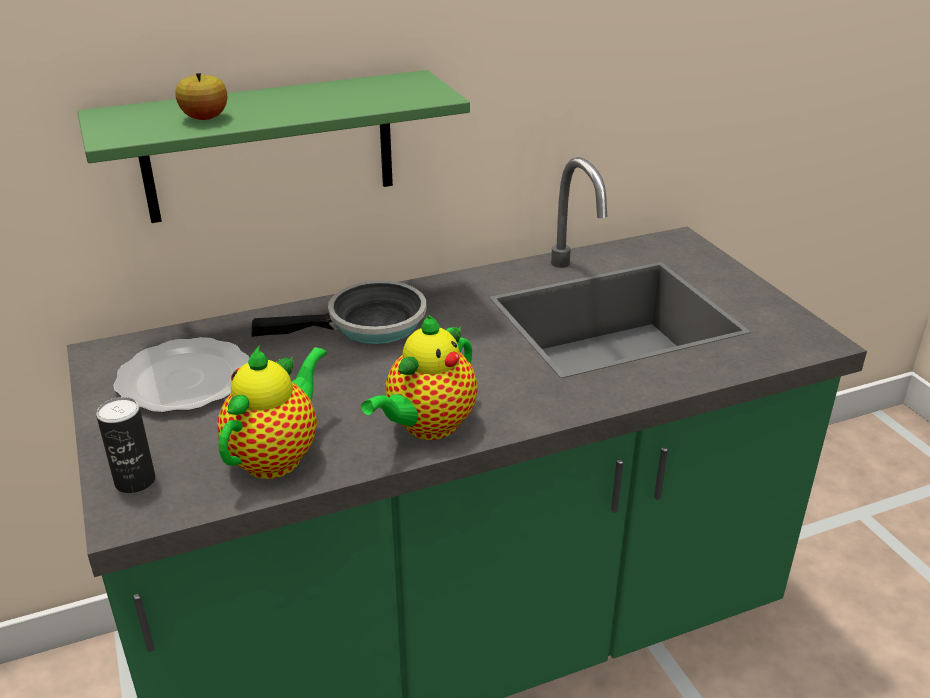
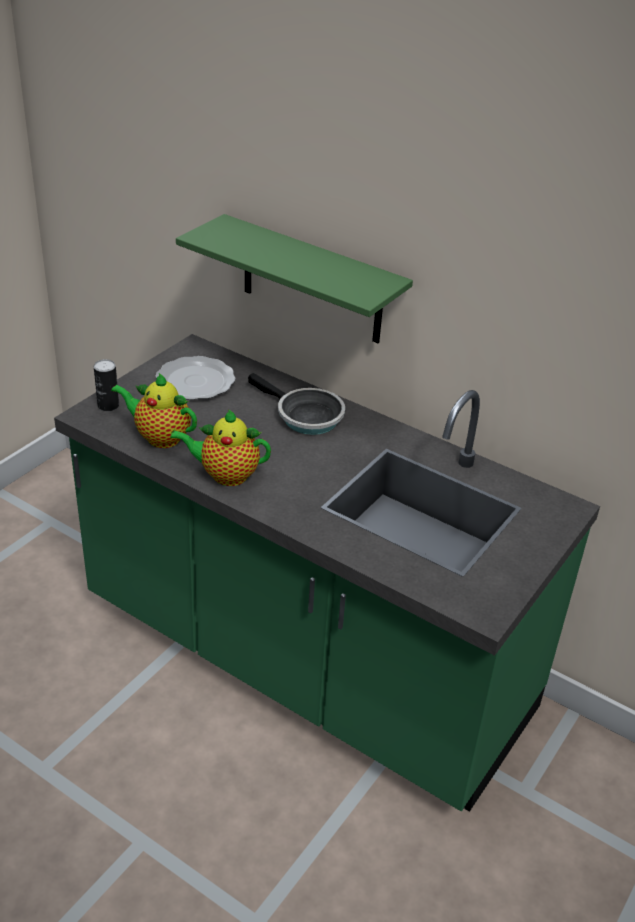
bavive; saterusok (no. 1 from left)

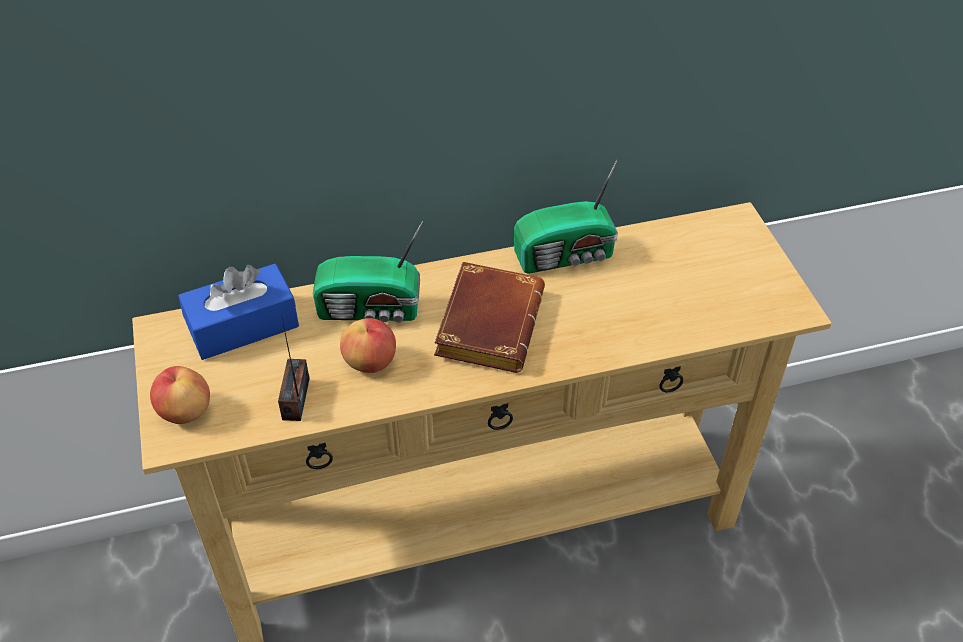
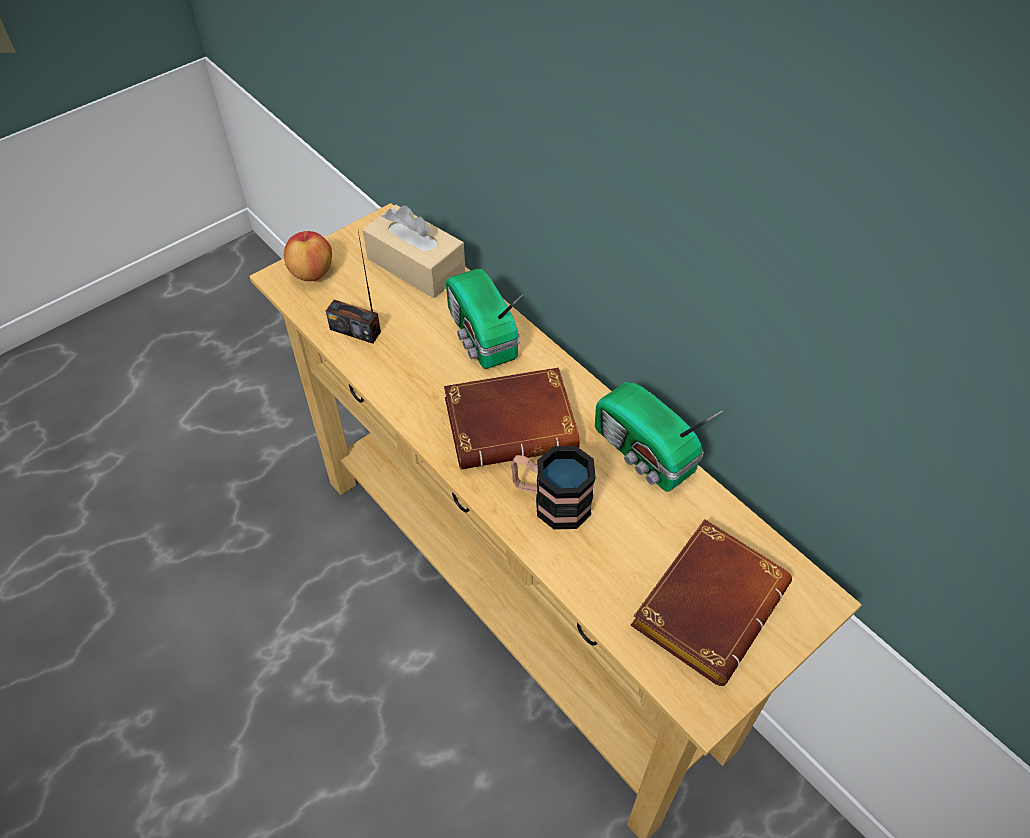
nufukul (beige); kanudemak (no. 1 from left); bavive (no. 2 from left in the first image); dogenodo; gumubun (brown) (no. 2 from left)

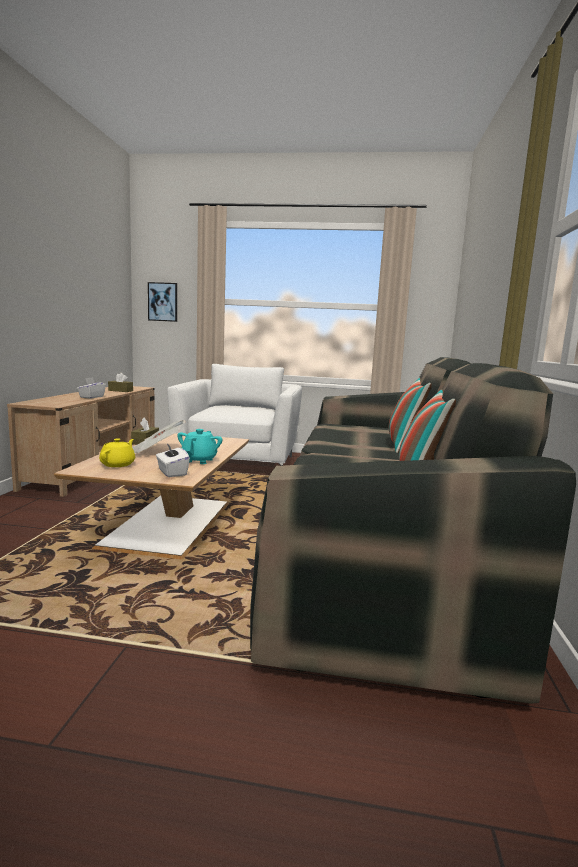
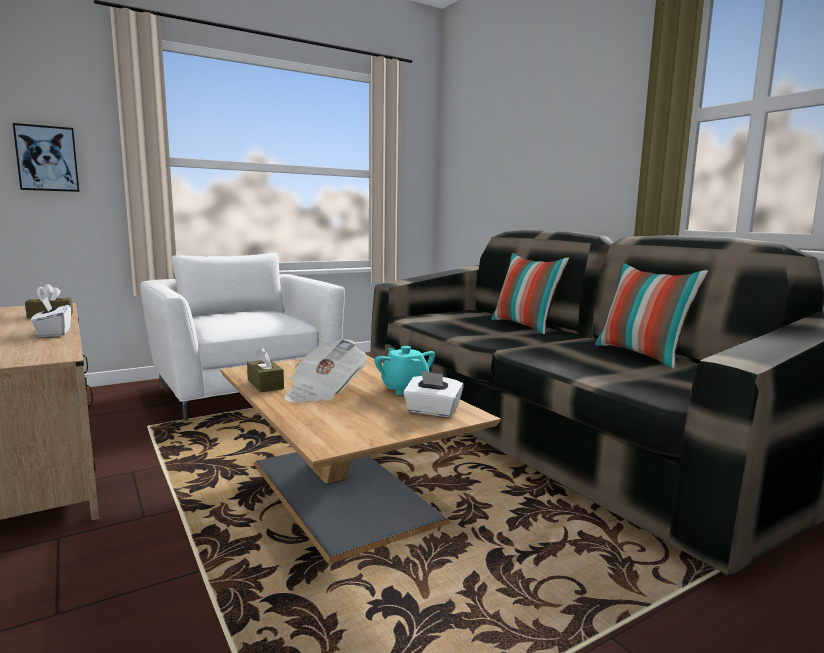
saterusok (yellow)

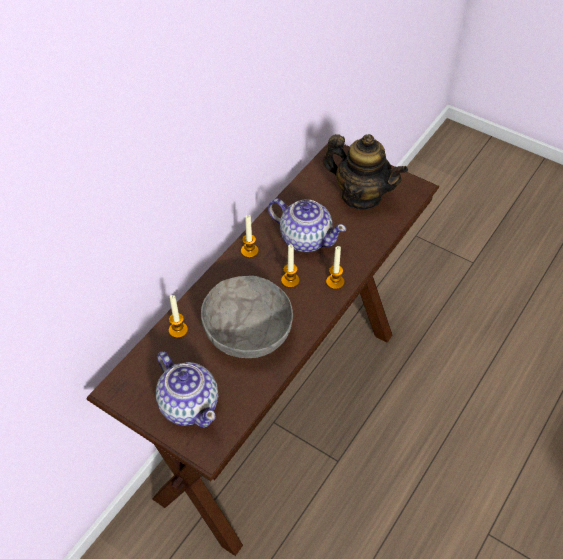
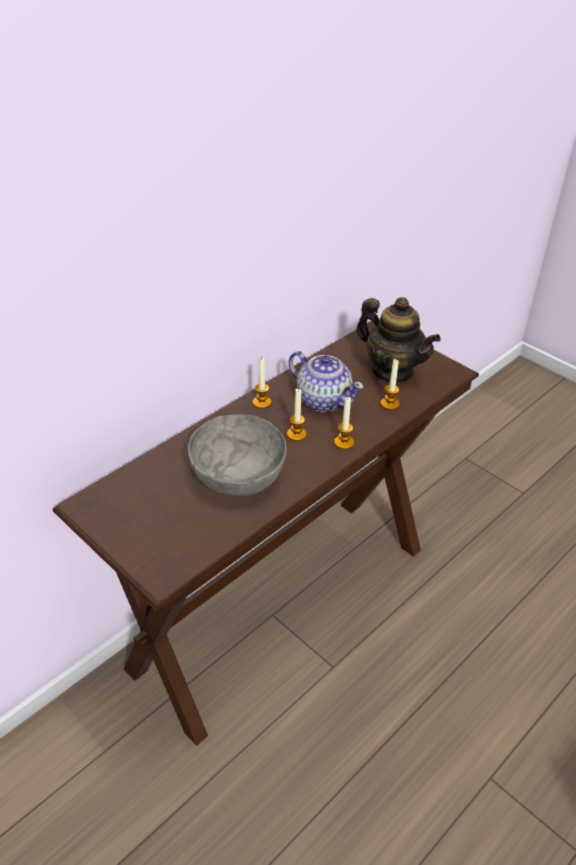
saterusok (no. 1 from left in the first image); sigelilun (no. 4 from left)

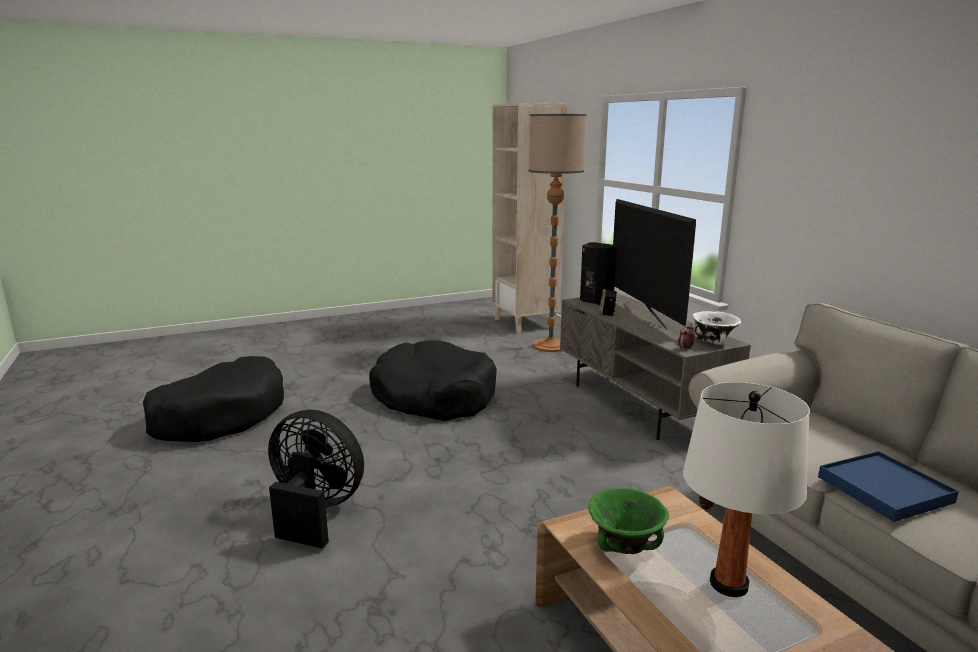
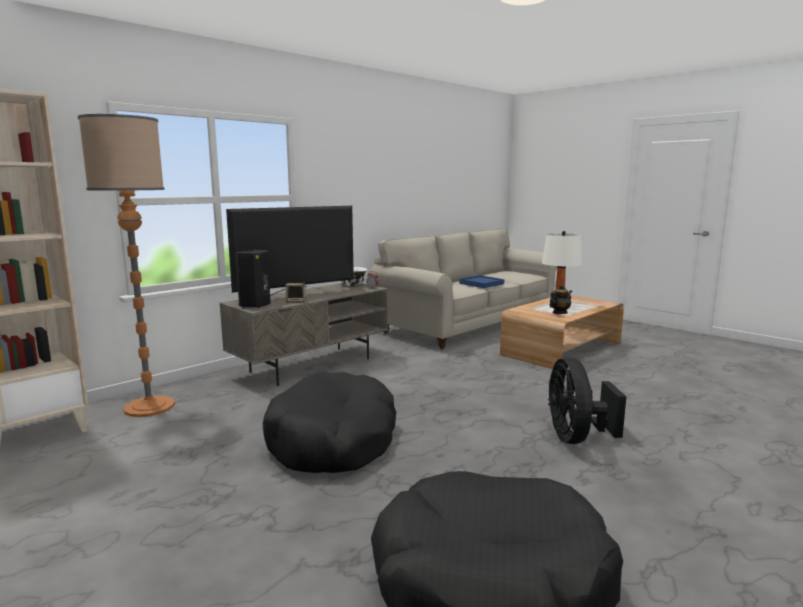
saterusok

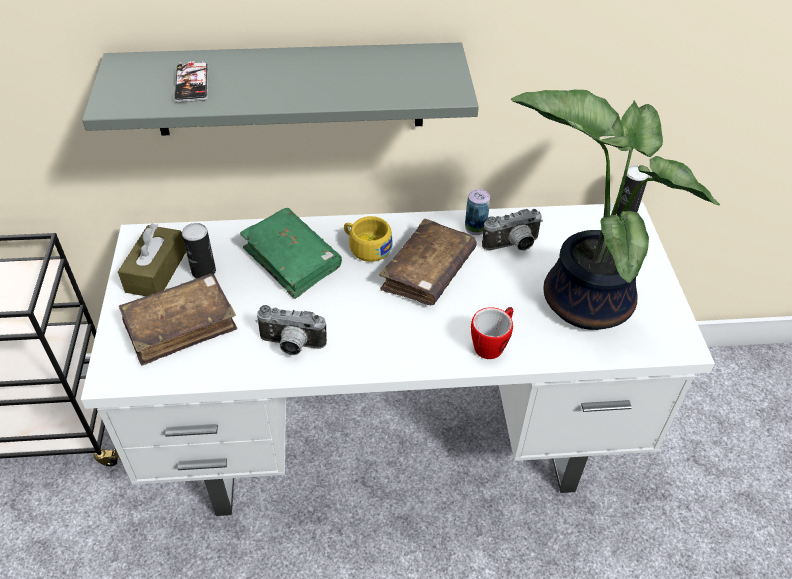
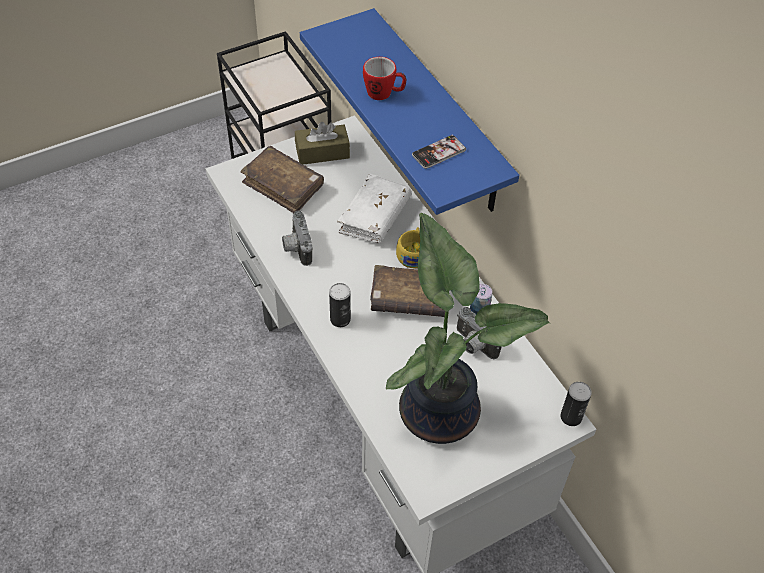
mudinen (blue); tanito; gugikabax (no. 1 from left); gumubun (white); dogenodo

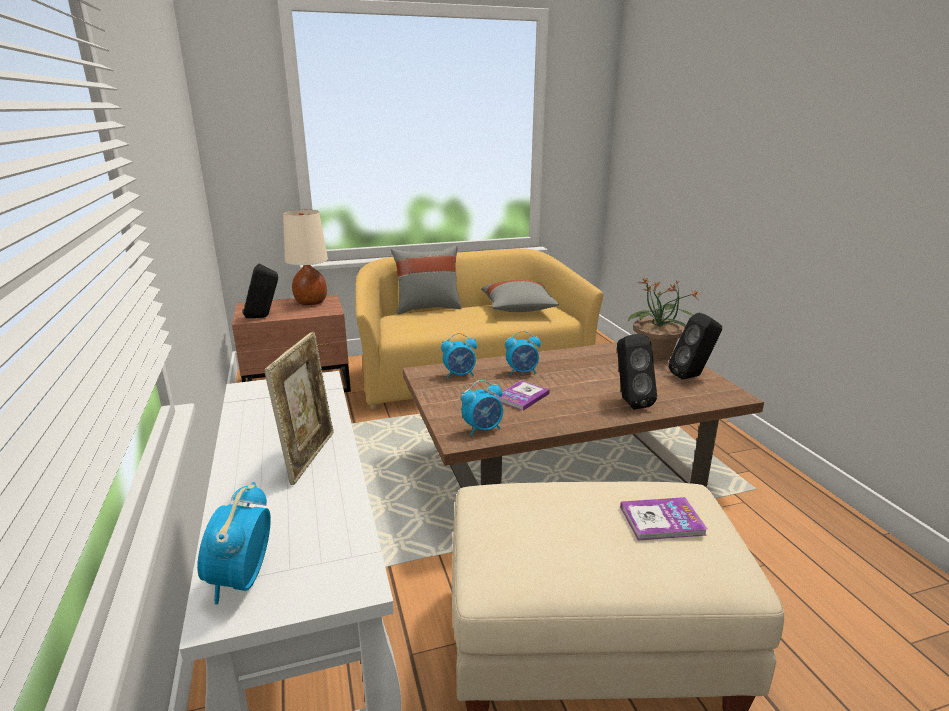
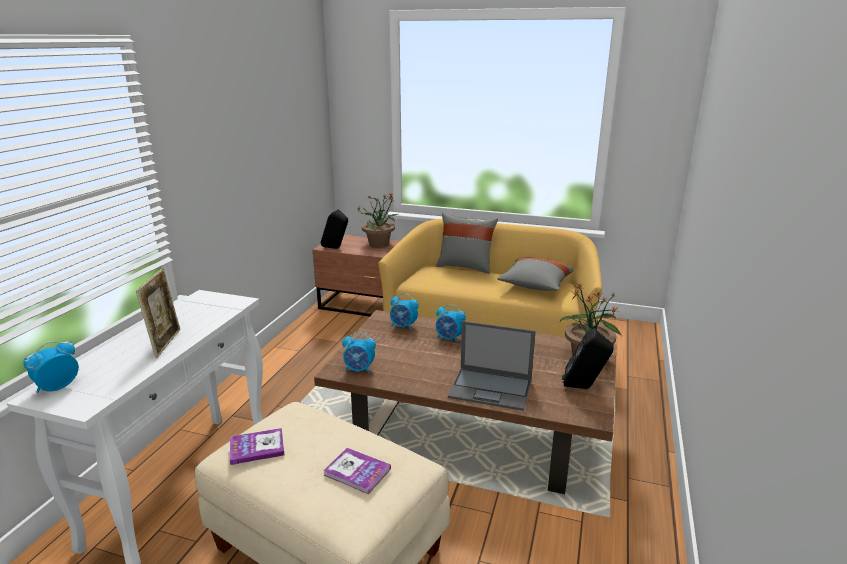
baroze; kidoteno (no. 1 from left); gumubun (no. 1 from left); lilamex

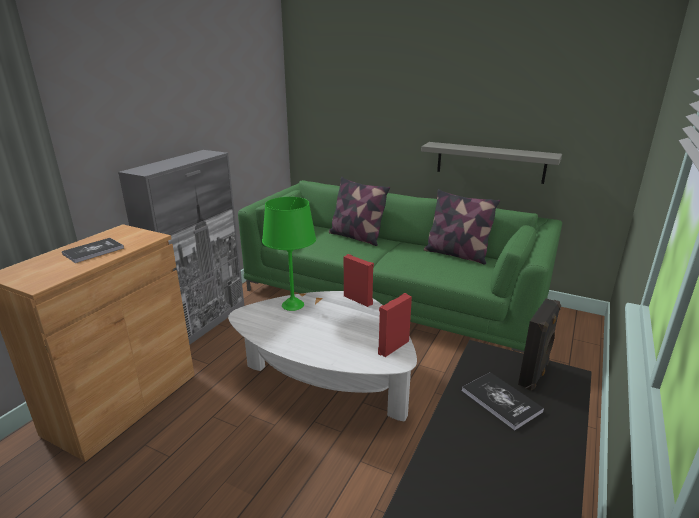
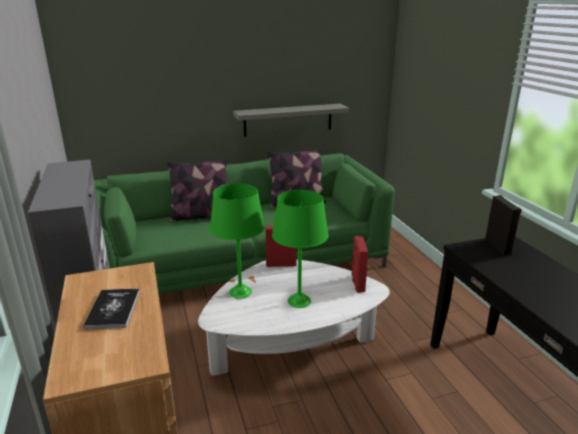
gumubun (no. 2 from left in the first image); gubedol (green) (no. 2 from left)

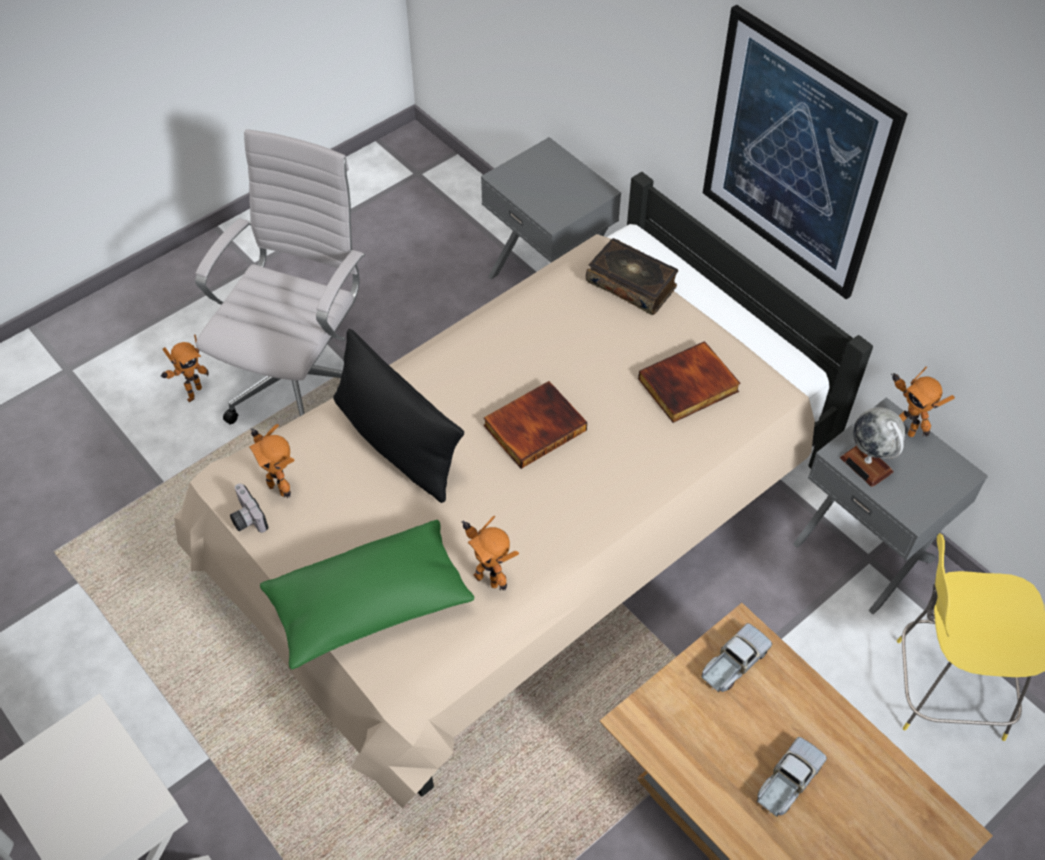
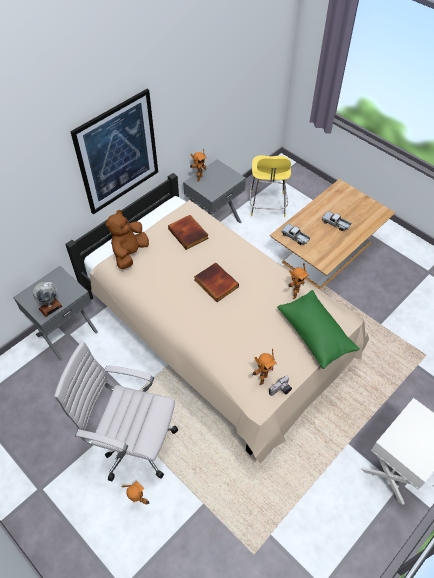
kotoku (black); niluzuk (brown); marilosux

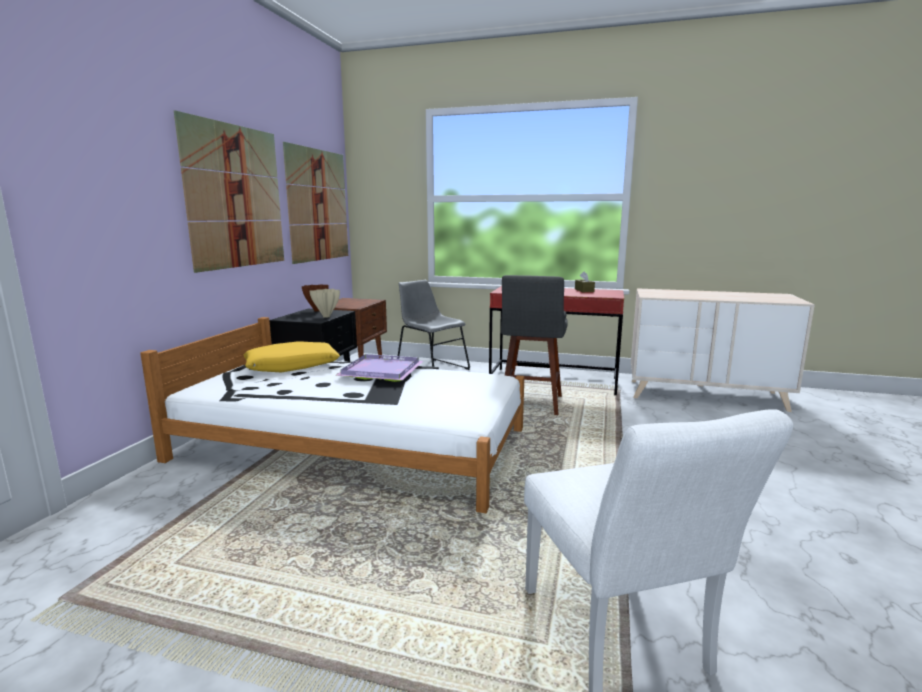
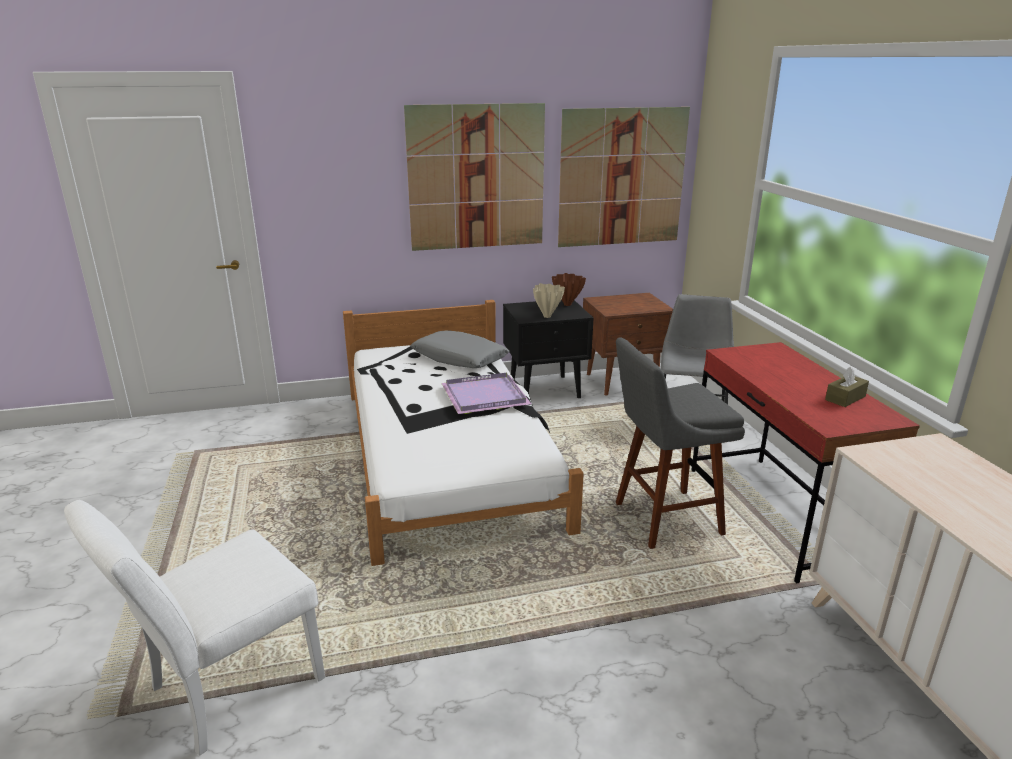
kotoku (grey)

